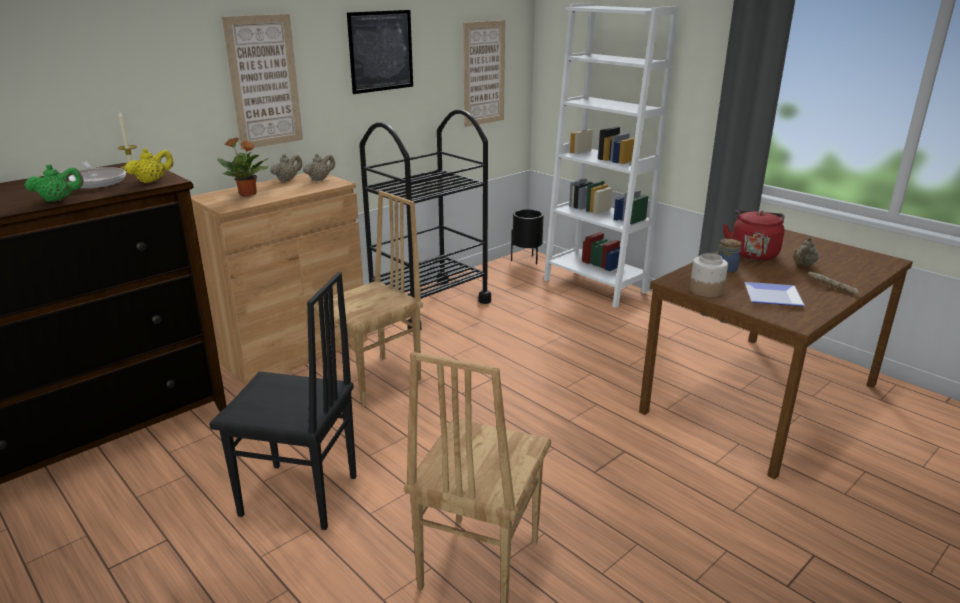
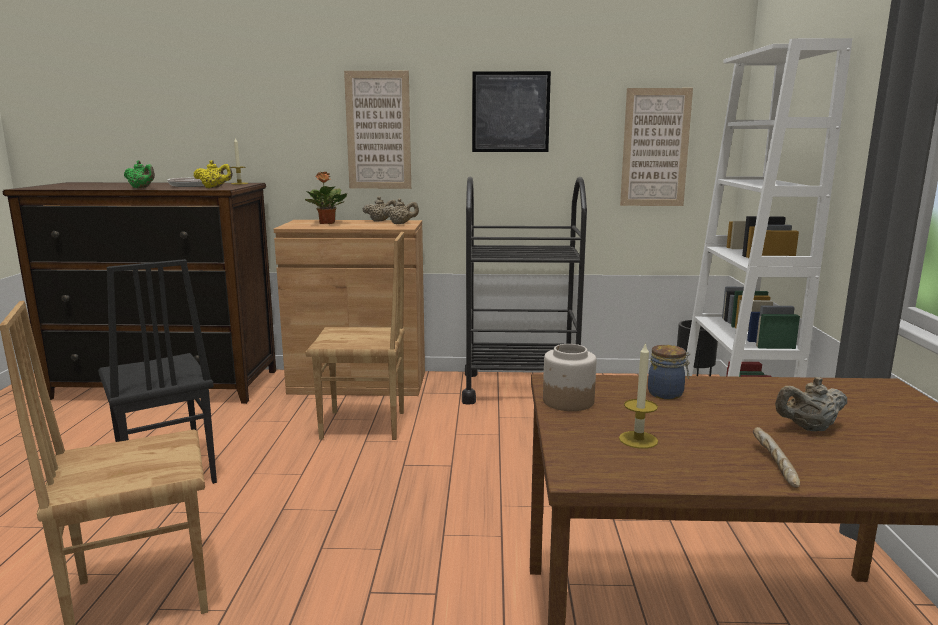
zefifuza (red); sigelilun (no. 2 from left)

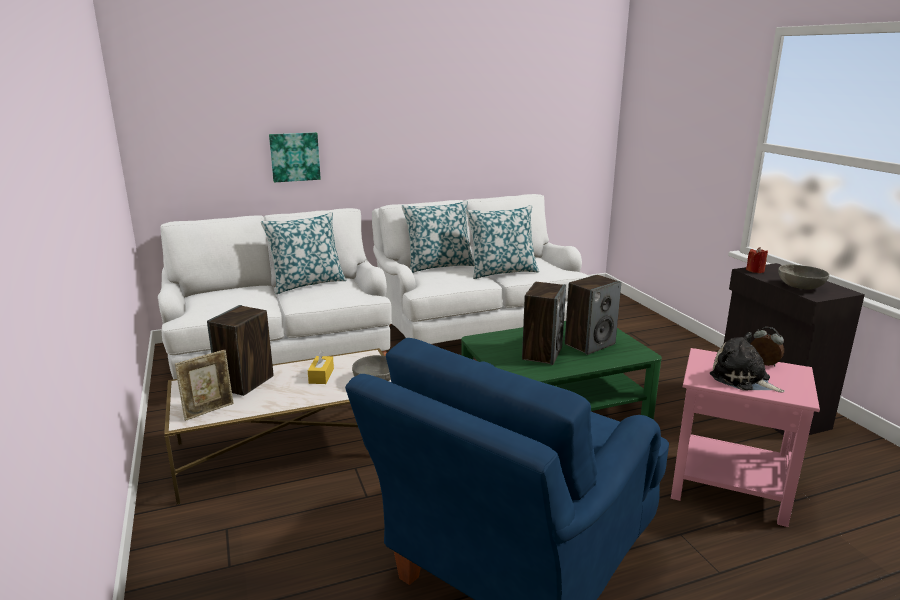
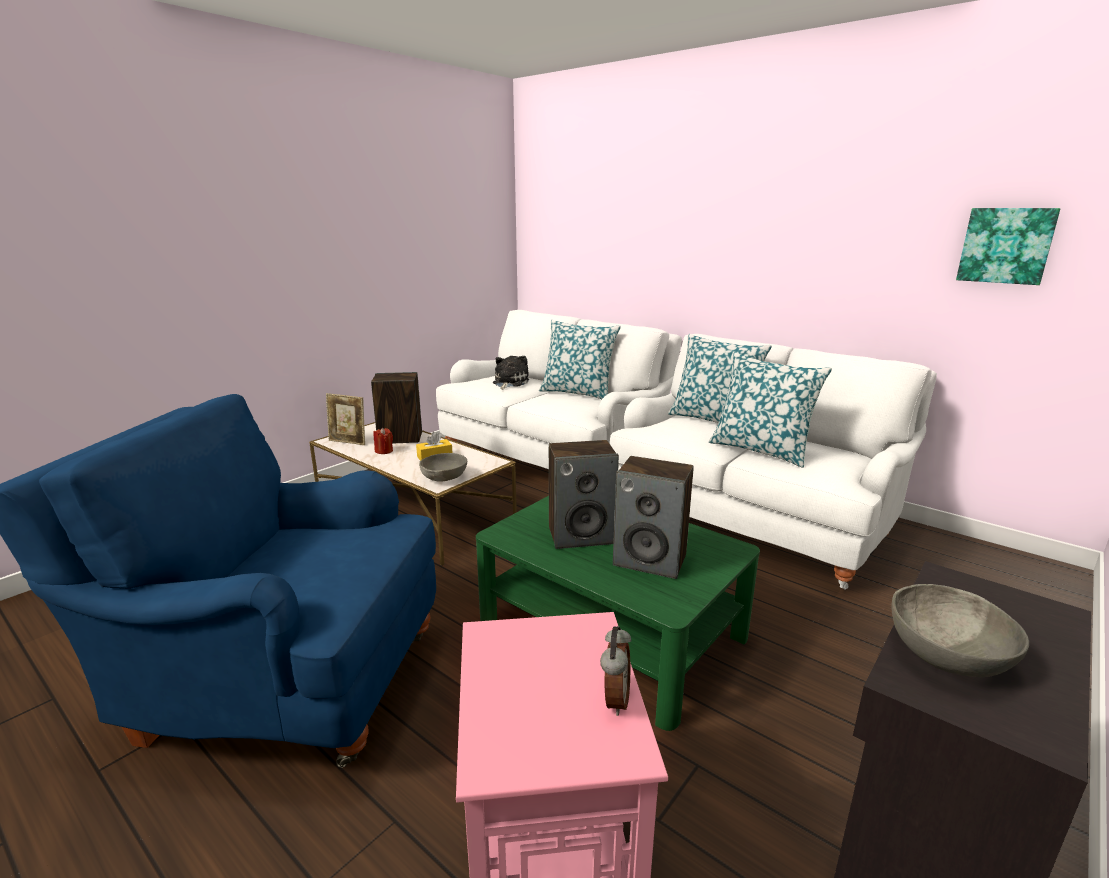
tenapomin; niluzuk; sigelilun (red)

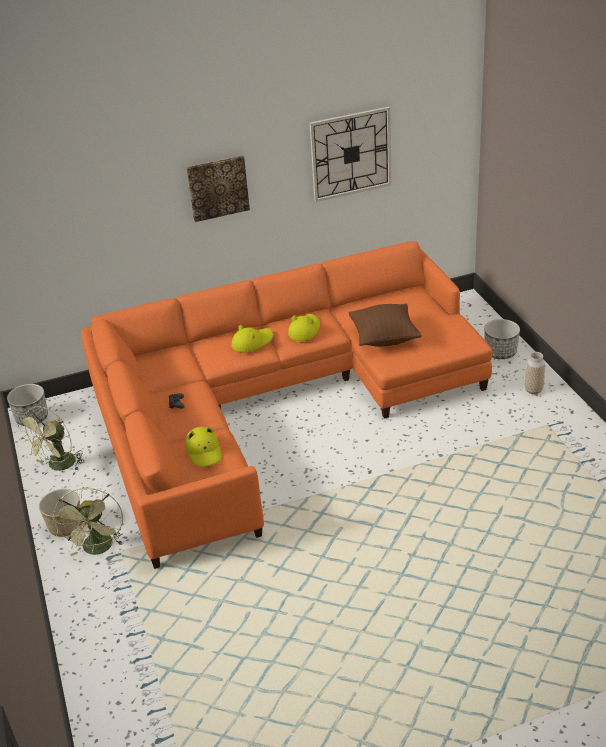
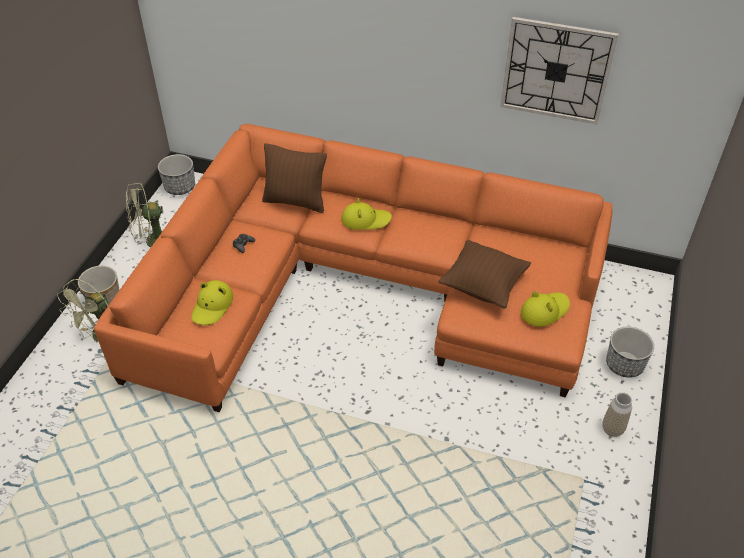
tenapomin; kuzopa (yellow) (no. 3 from left); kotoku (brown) (no. 1 from left)

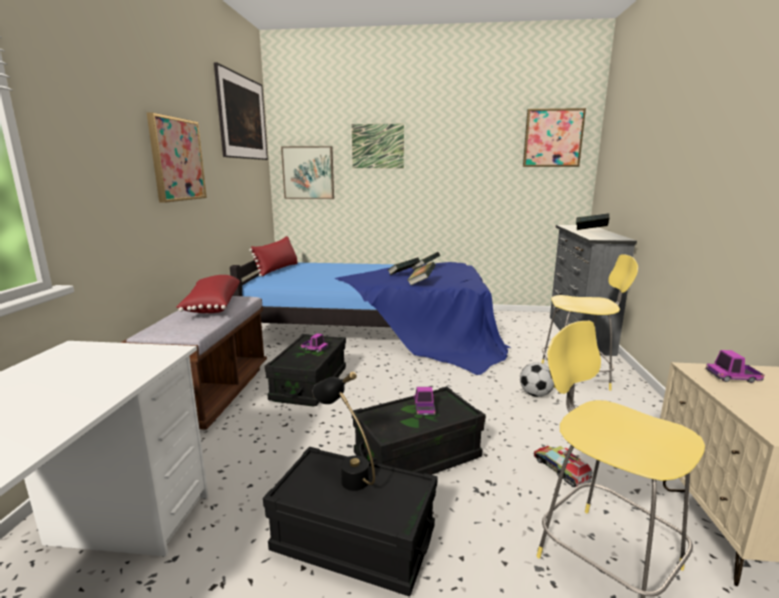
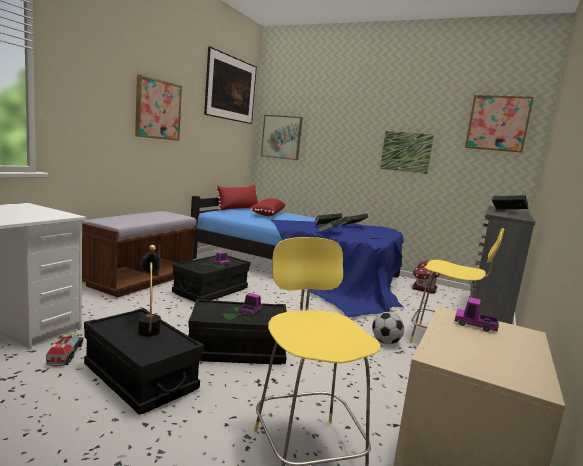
kotoku (red) (no. 2 from left); tenapomin (no. 4 from left); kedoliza (no. 1 from left); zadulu

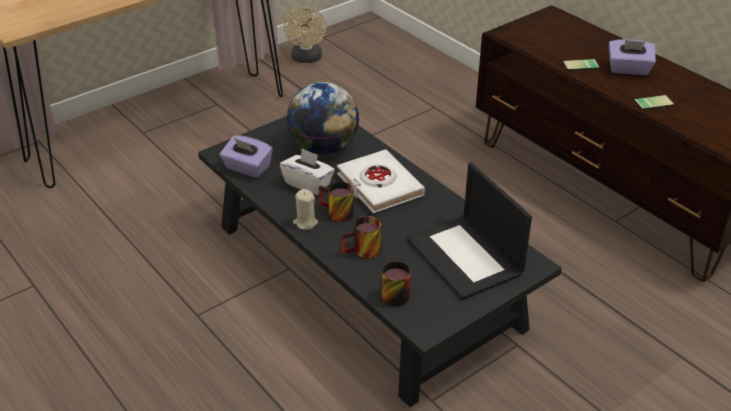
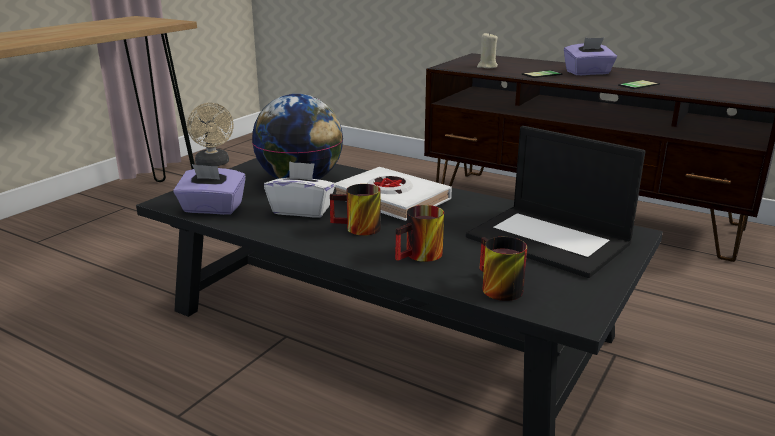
sigelilun (beige)

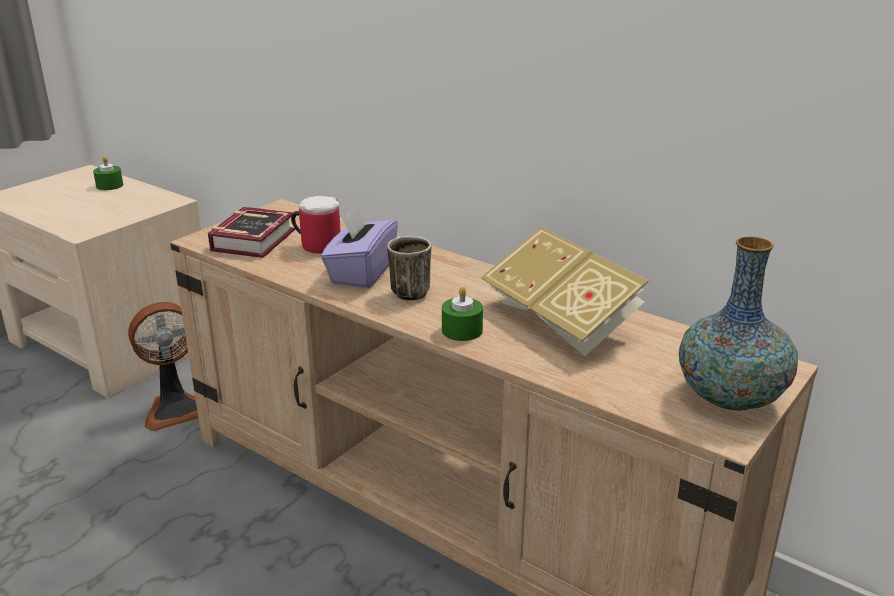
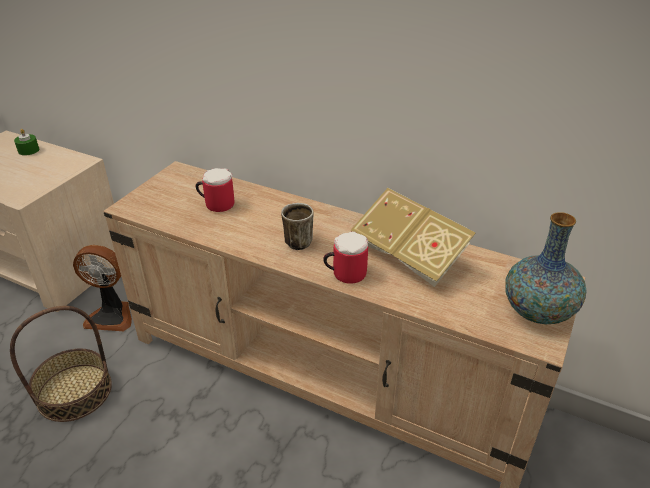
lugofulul; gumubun (no. 1 from left in the first image); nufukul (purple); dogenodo (no. 3 from left); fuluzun

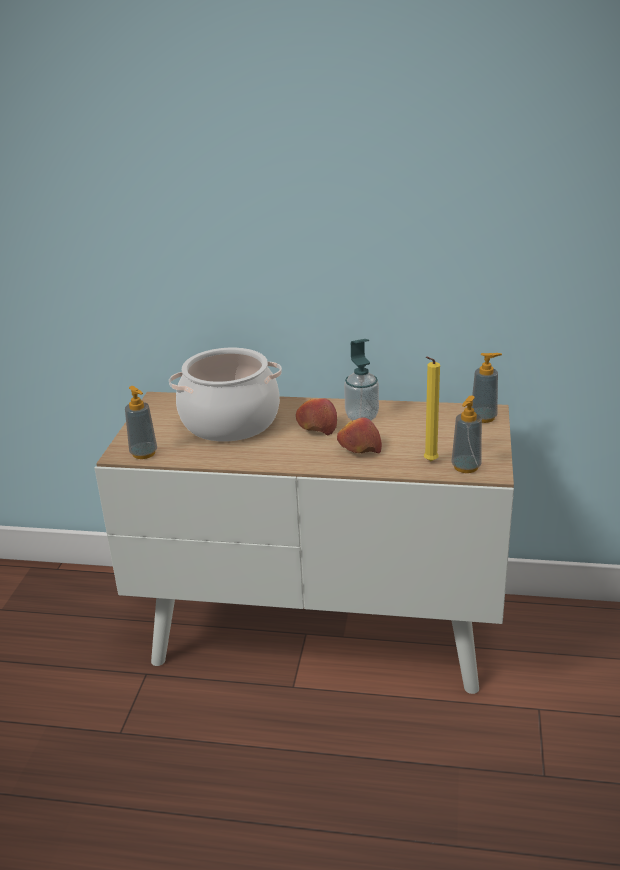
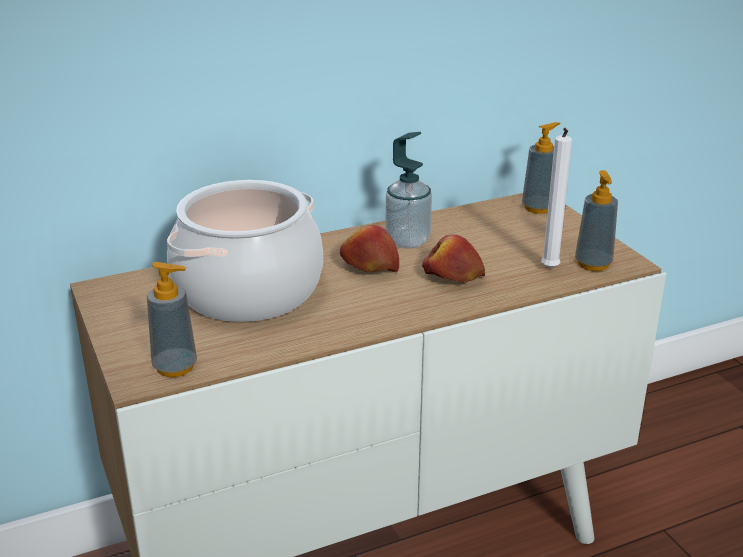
sigelilun (white)

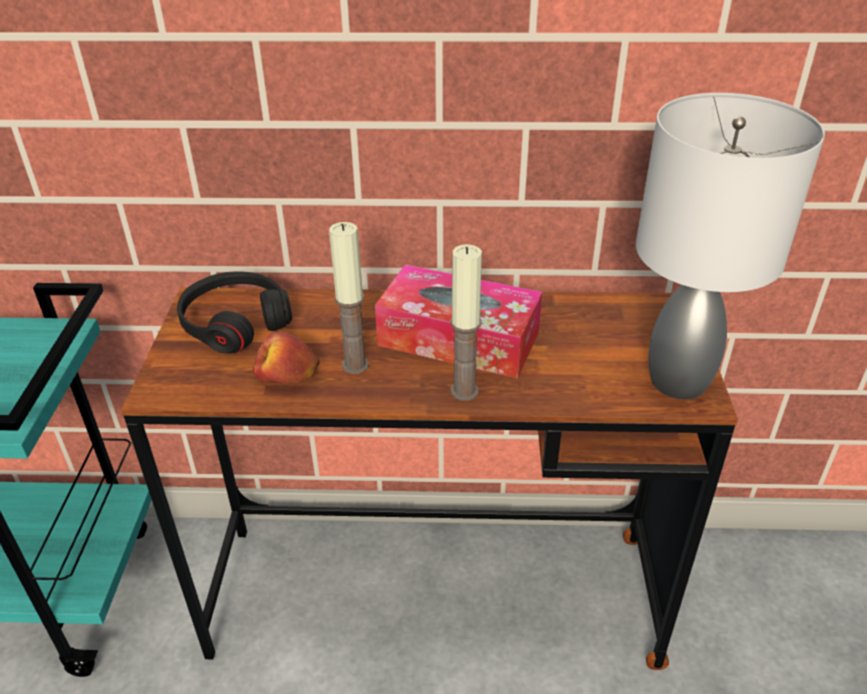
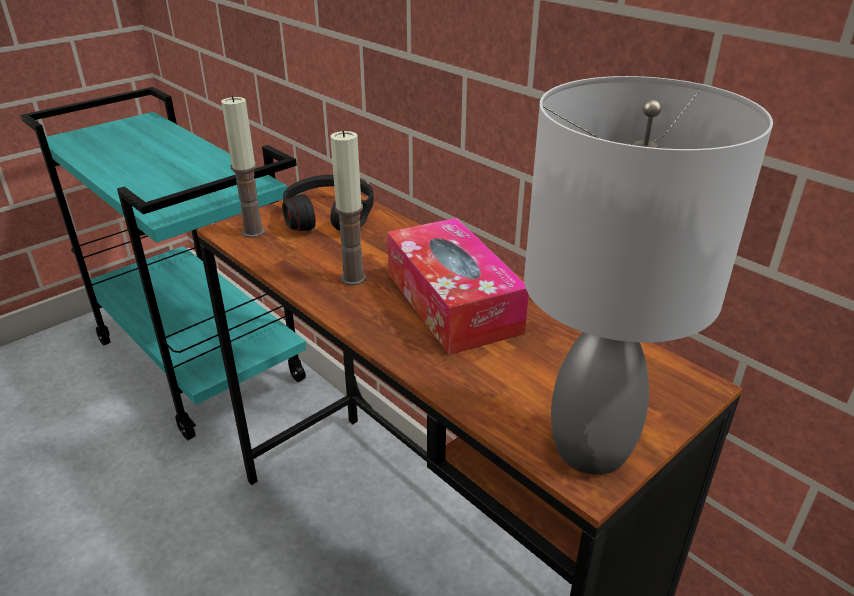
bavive; sigelilun (no. 1 from left)

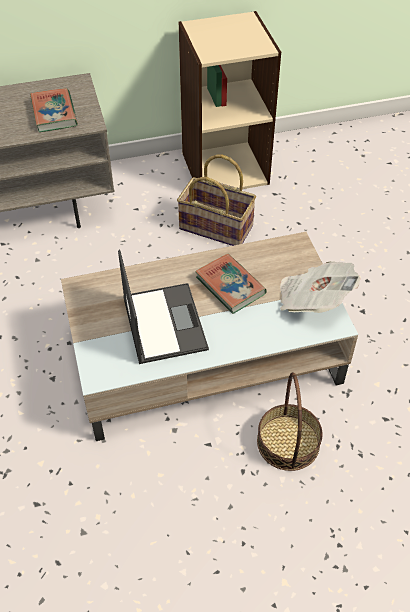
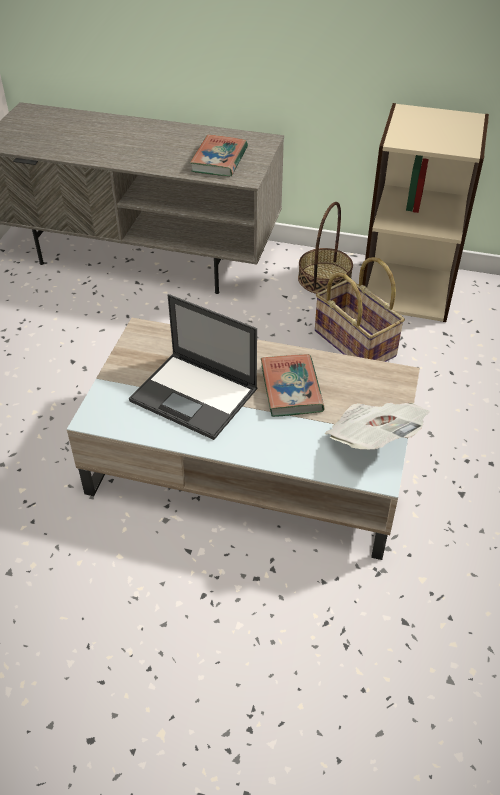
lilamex; fuluzun (no. 1 from left)

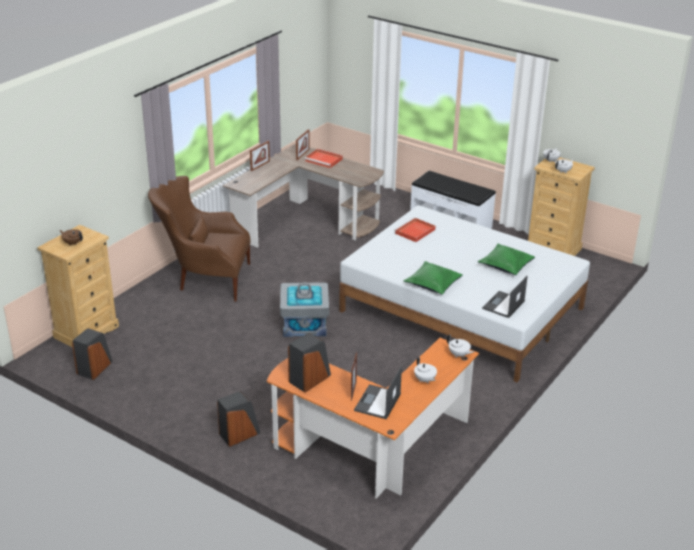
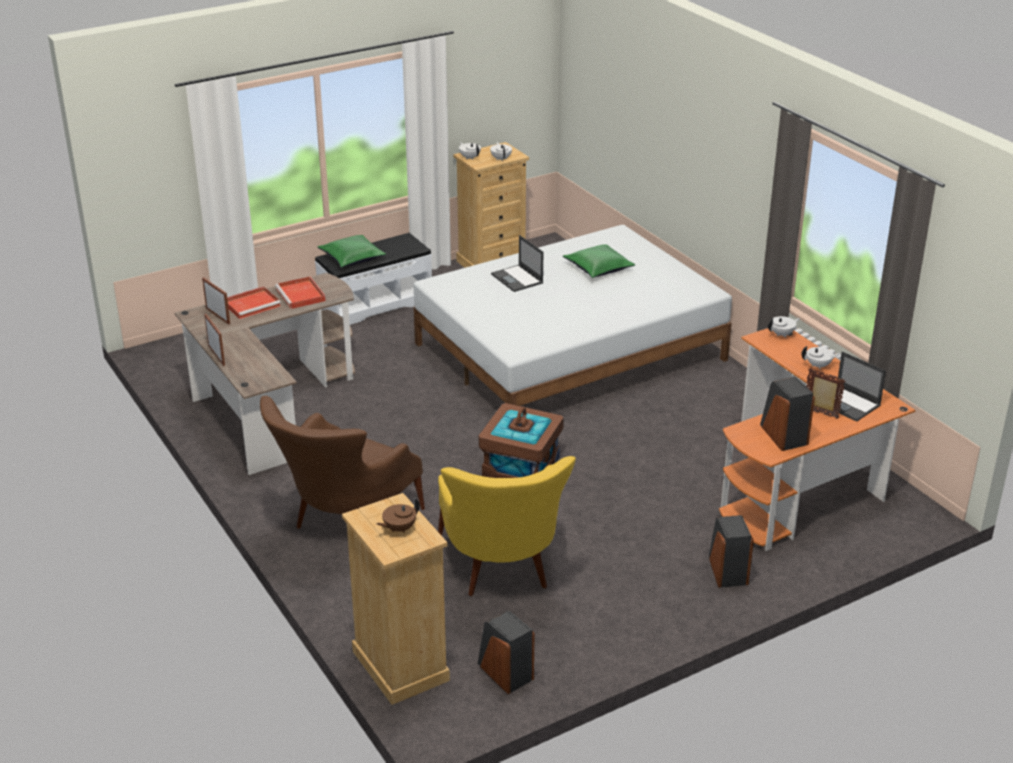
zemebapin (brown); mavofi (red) (no. 2 from left); kotoku (green) (no. 1 from left); lilamex (no. 1 from left); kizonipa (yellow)

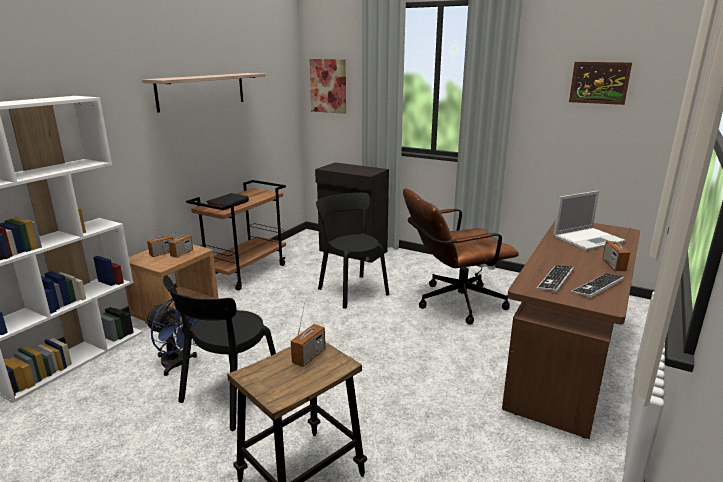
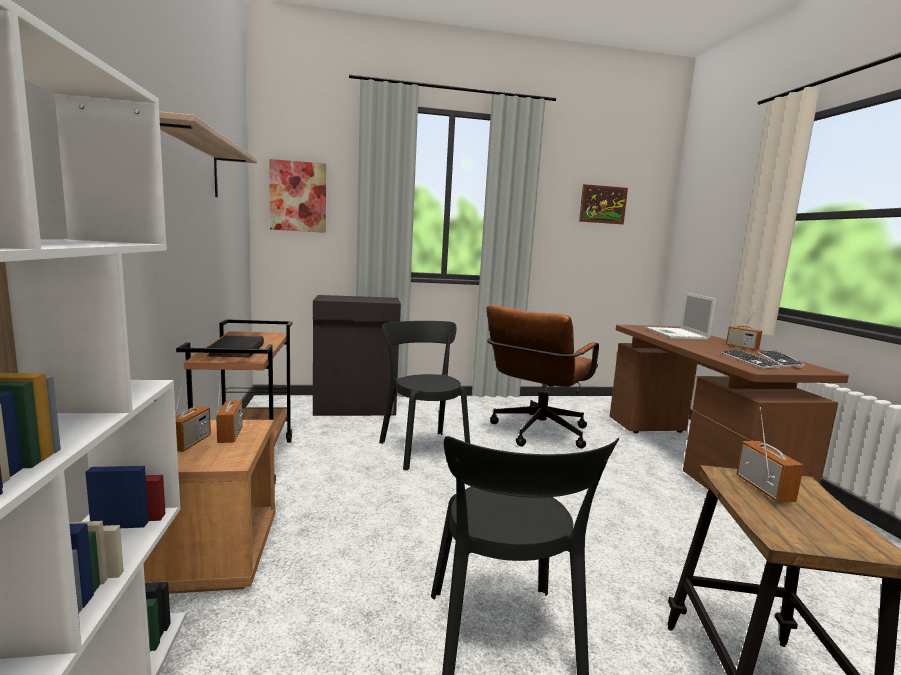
lugofulul (blue); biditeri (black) (no. 1 from left); lilamex

